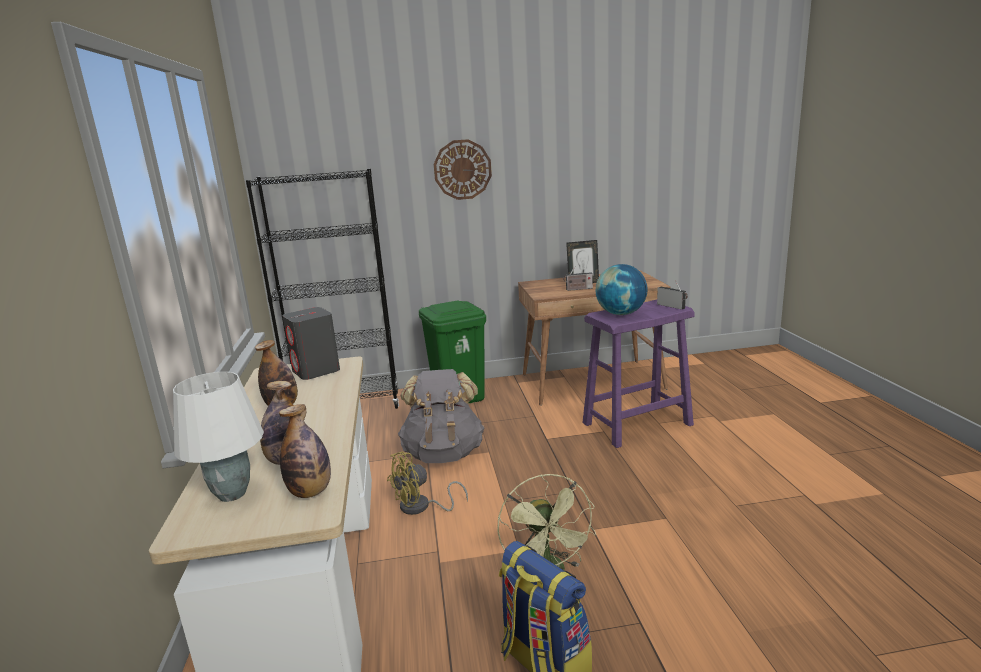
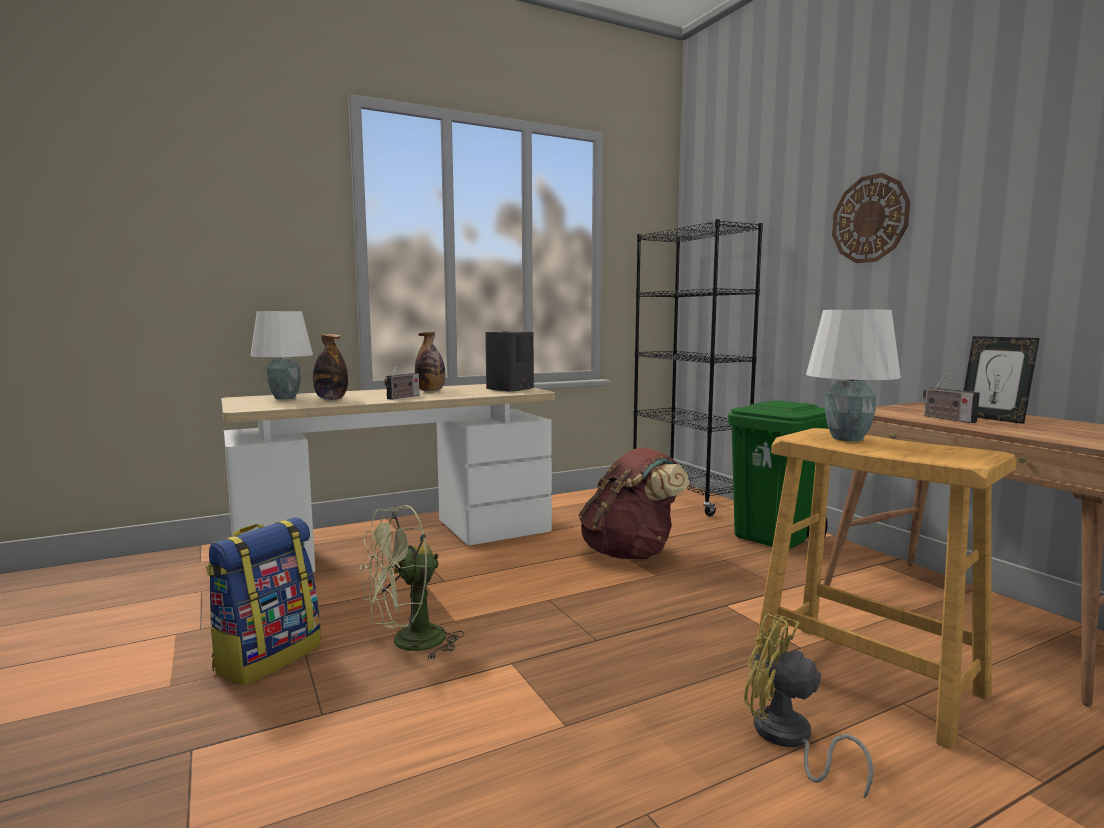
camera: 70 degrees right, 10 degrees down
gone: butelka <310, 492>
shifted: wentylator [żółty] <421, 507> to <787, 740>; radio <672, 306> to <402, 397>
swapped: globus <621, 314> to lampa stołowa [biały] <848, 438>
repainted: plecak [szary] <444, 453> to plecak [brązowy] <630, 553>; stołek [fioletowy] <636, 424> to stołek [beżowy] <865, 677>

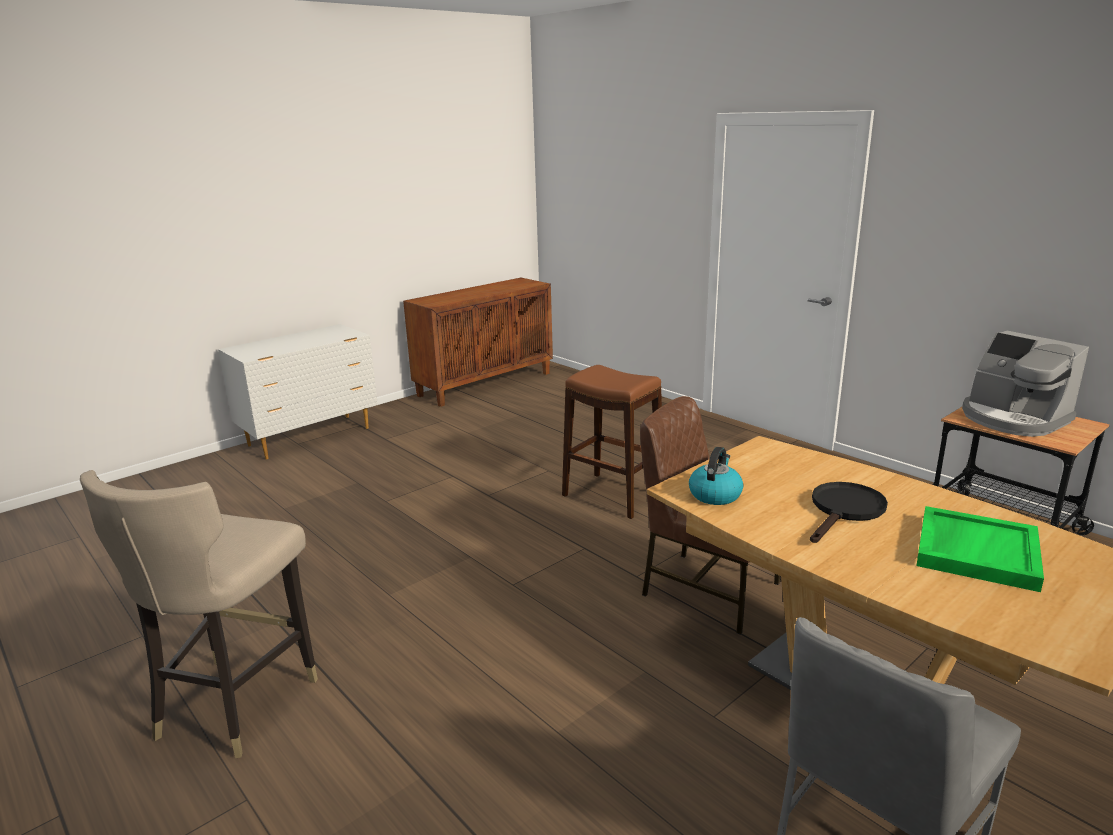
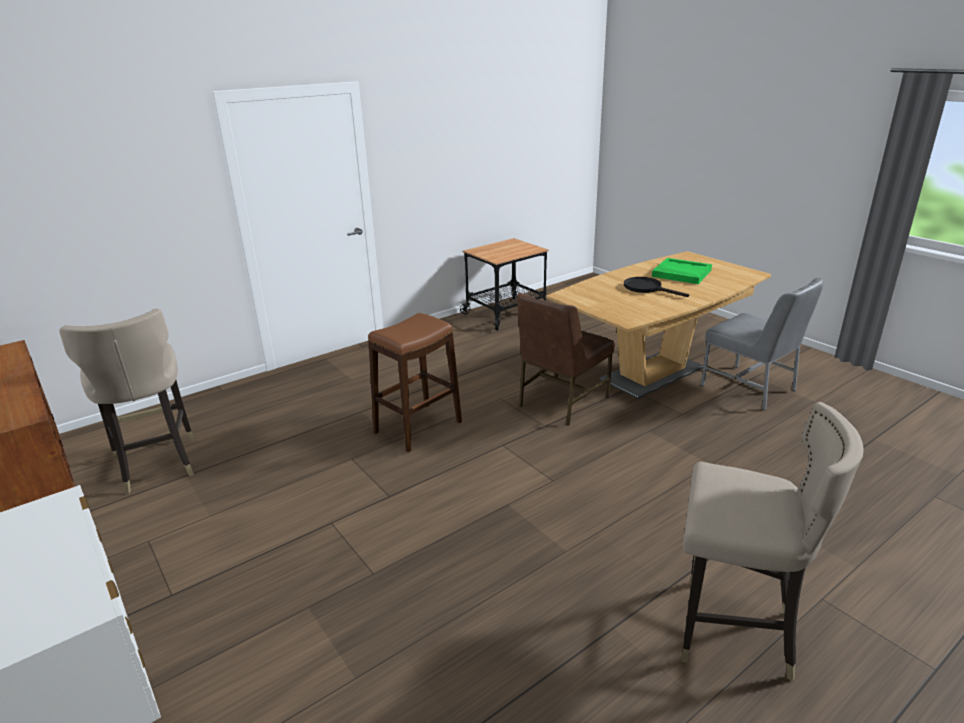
camera: 85 degrees left, 5 degrees up
gone: czajnik <715, 494>; ekspres do kawy <1012, 419>
new: stołek [beżowy] <157, 465>

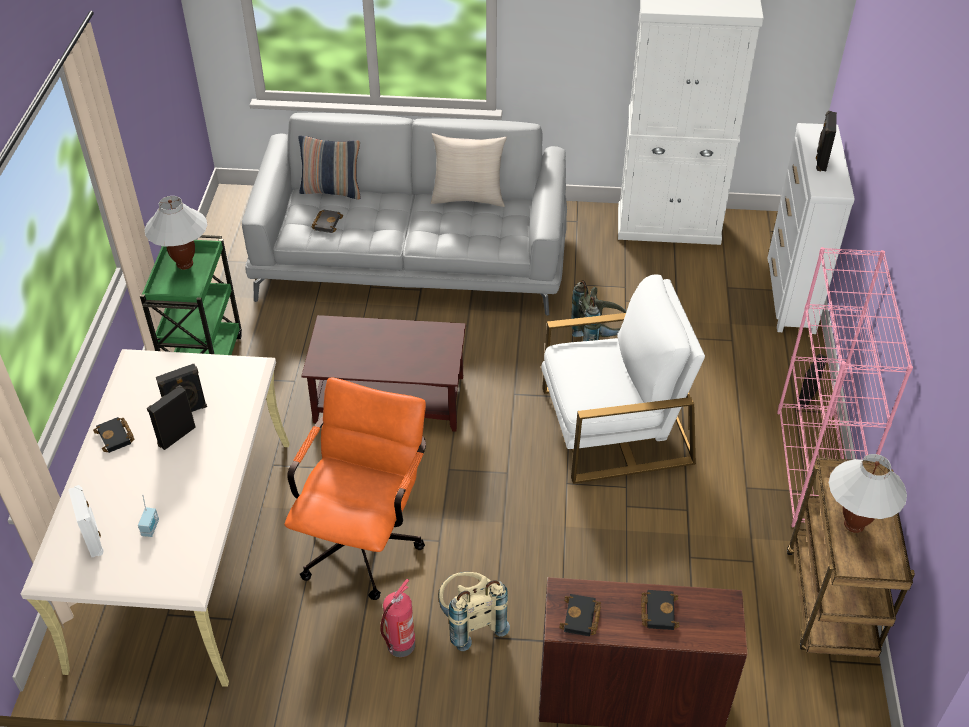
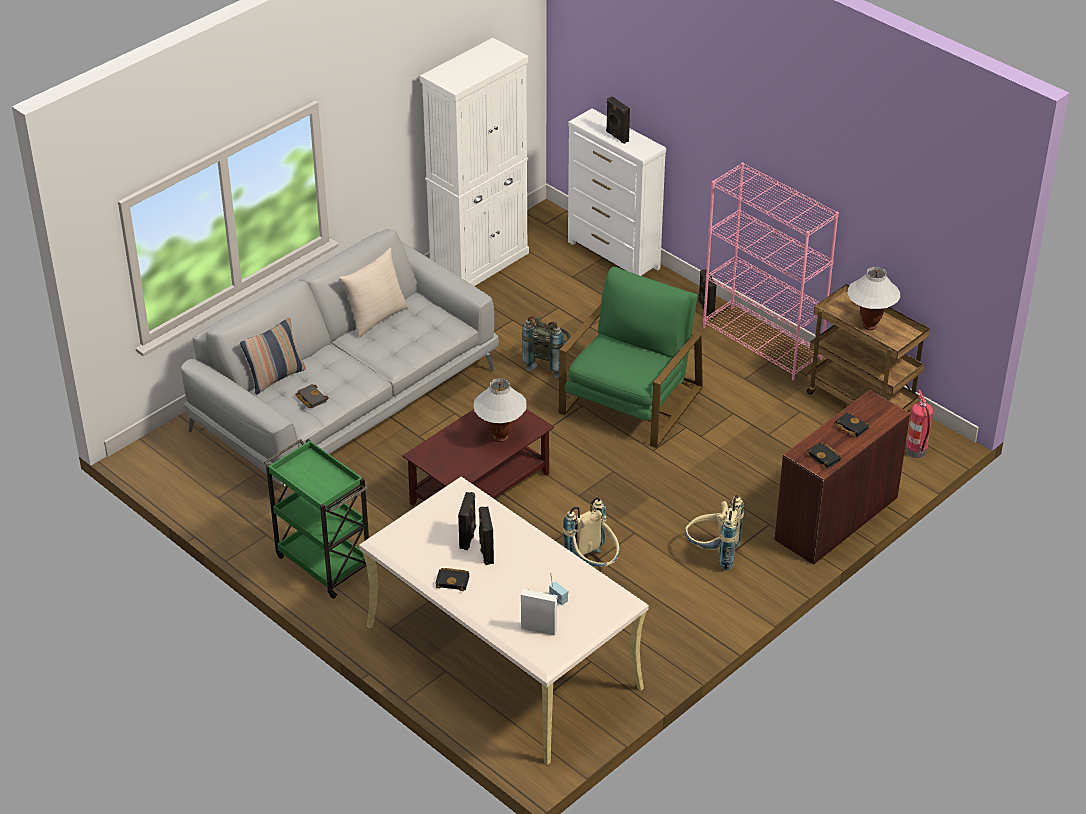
camera: 50 degrees left, 5 degrees down
shifted: lampa stołowa [biały] <185, 264> to <500, 437>; gaśnica <400, 646> to <916, 451>
swapped: krzesło biurowe [pomarańczowy] <364, 539> to plecak [beżowy] <593, 566>
repainted: fotel [biały] <615, 426> to fotel [zielony] <631, 401>

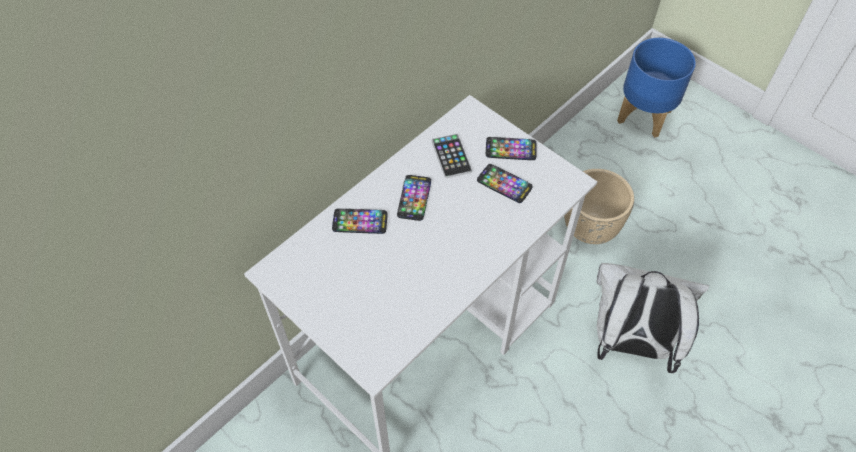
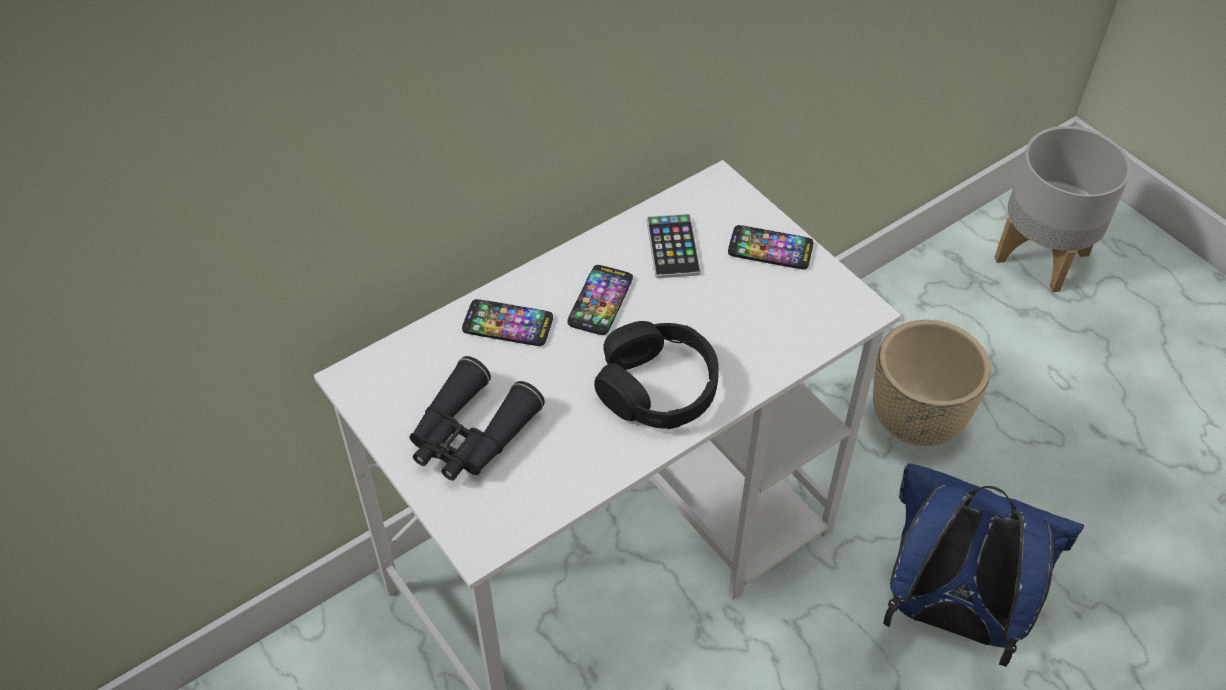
camera: 10 degrees right, 5 degrees down
gone: telefon <504, 184>
new: lornetka [czarny] <470, 435>; słuchawki [czarny] <657, 387>
repainted: plecak [biały] <628, 343> to plecak [niebieski] <947, 615>; donica [niebieski] <644, 116> to donica [szary] <1041, 255>

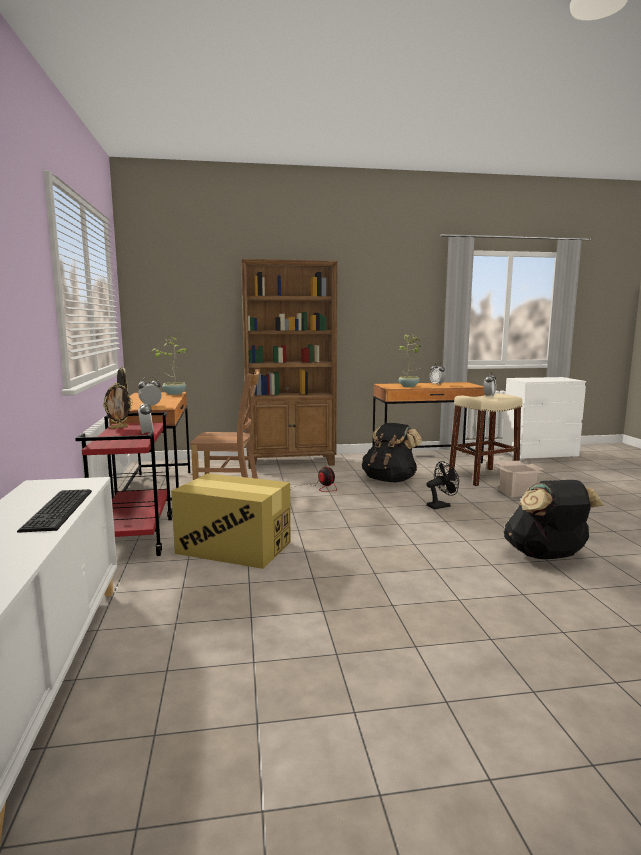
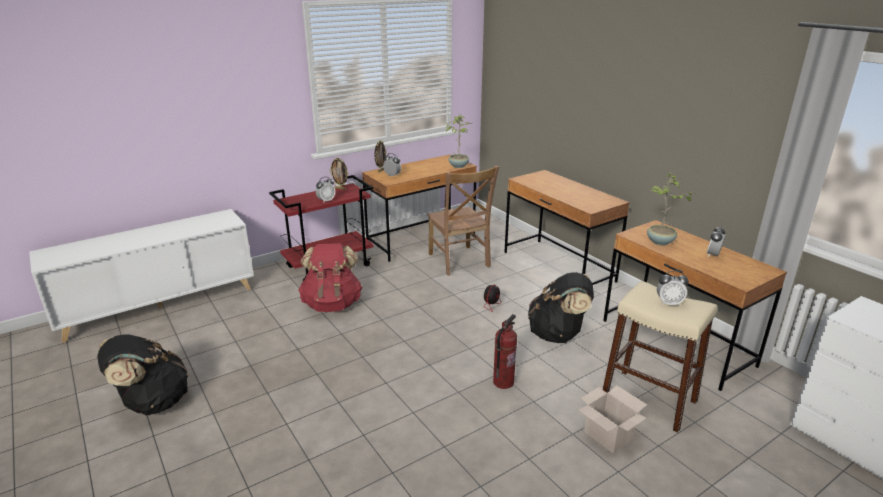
camera: 65 degrees right, 15 degrees up
gone: klawiatura <61, 509>
shifted: plecak [czarny] <546, 556> to <152, 402>
swapped: karton <233, 547> to plecak [czerwony] <332, 304>; regał [brązowy] <291, 462> to biurko [brązowy] <558, 267>; wentylator [czarny] <441, 506> to gaśnica <503, 382>

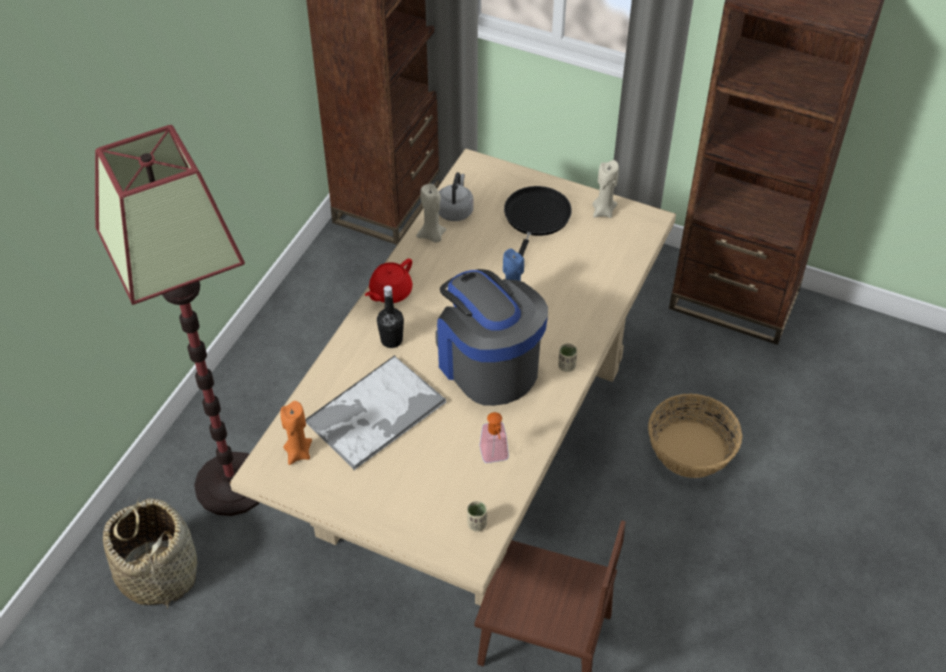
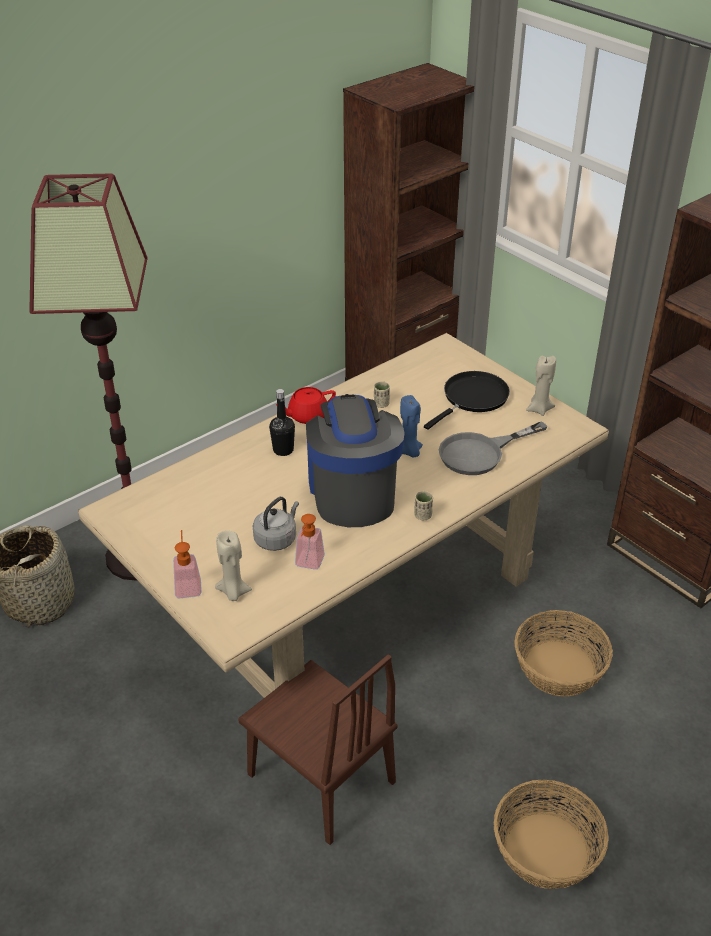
camera: 25 degrees right, 10 degrees down
gone: świeca [pomarańczowy] <298, 453>; taca <374, 413>
new: dozownik mydła <188, 585>; patelnia [szary] <480, 453>; koszyk <545, 851>
shifted: świeca [beżowy] <432, 236> to <233, 592>; czajnik [szary] <455, 210> to <277, 539>; filiżanka [beżowy] <477, 524> to <381, 404>

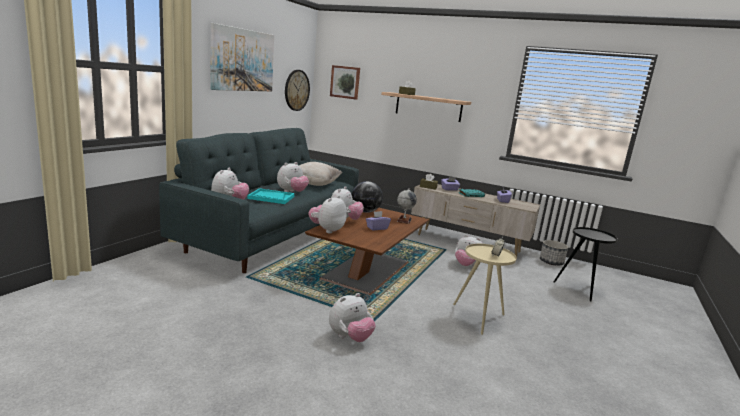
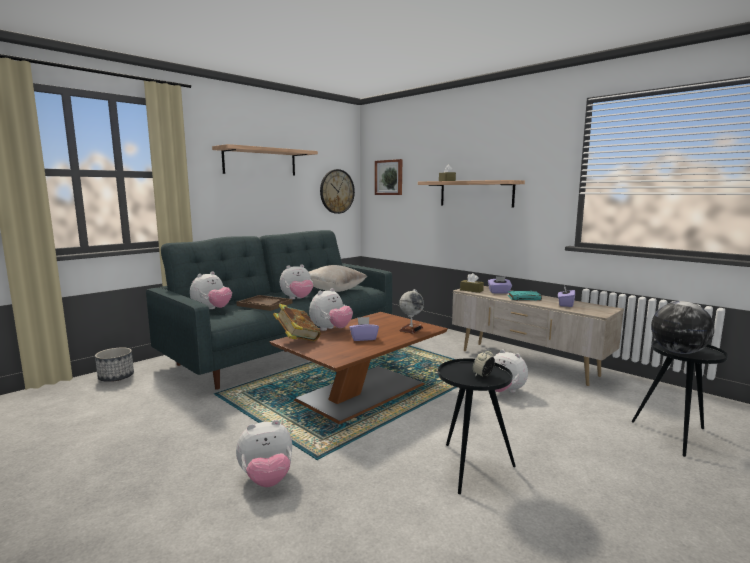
camera: 20 degrees right, 5 degrees down
shifted: globus <365, 211> to <678, 352>; donica <551, 262> to <116, 377>
swapped: obraz <243, 60> to półka <260, 162>; pluszak <327, 230> to książka <297, 340>
repainted: taca [turkusowy] <271, 197> to taca [brązowy] <264, 304>; stolik [beżowy] <478, 318> to stolik [czarny] <470, 468>

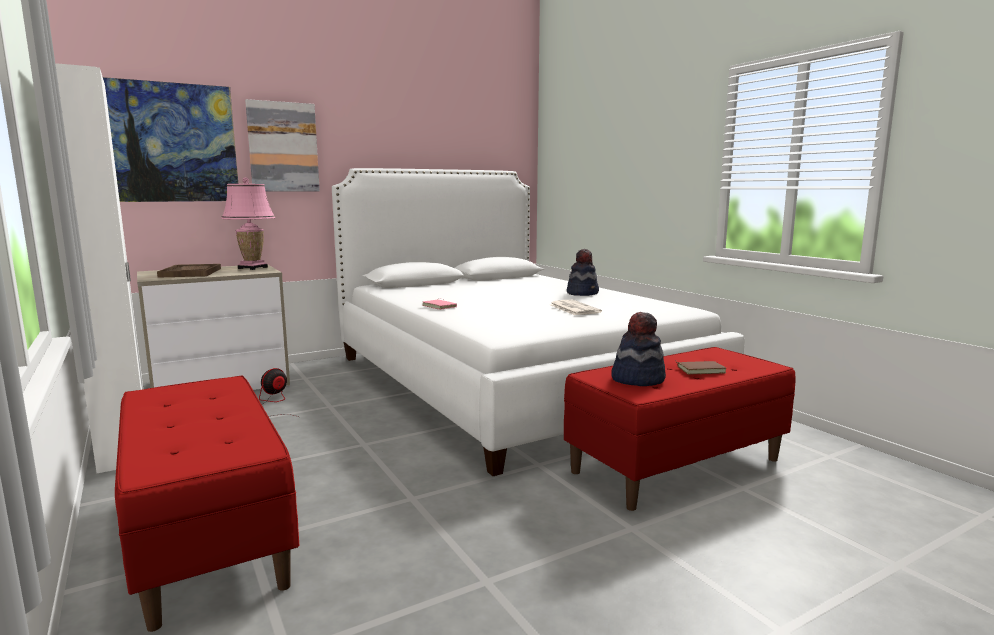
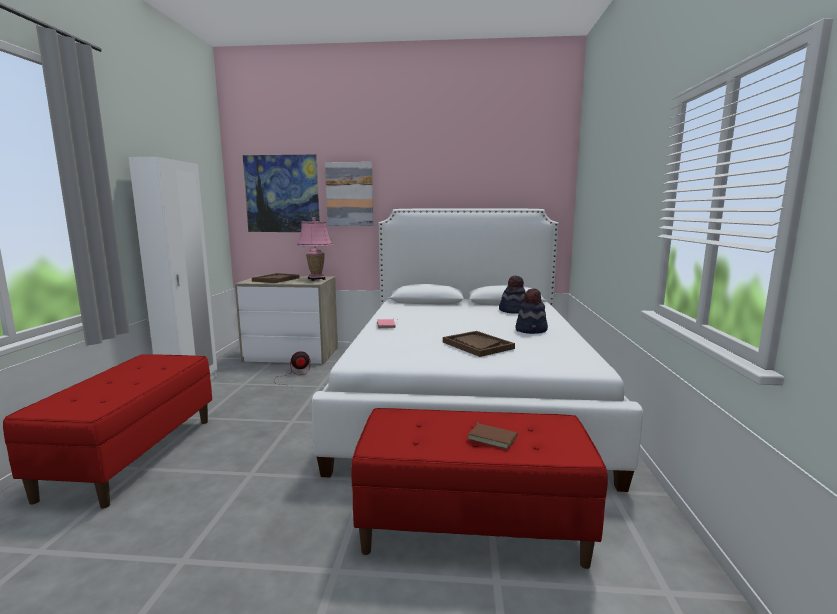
camera: 35 degrees right, 0 degrees up
shifted: kapelusz <637, 379> to <513, 311>
swapped: gazeta <573, 308> to taca [brązowy] <477, 345>

